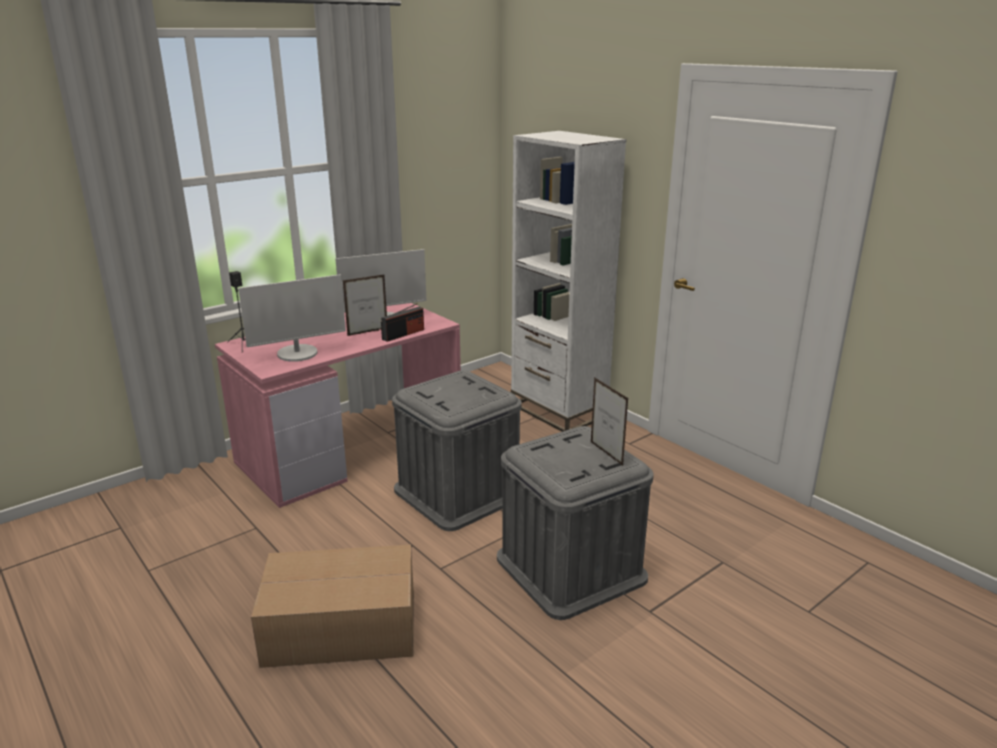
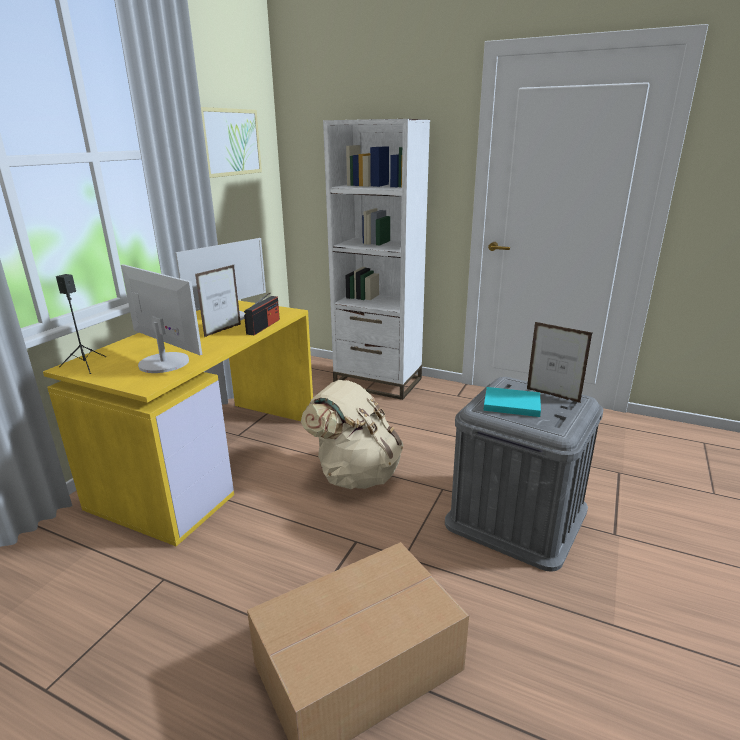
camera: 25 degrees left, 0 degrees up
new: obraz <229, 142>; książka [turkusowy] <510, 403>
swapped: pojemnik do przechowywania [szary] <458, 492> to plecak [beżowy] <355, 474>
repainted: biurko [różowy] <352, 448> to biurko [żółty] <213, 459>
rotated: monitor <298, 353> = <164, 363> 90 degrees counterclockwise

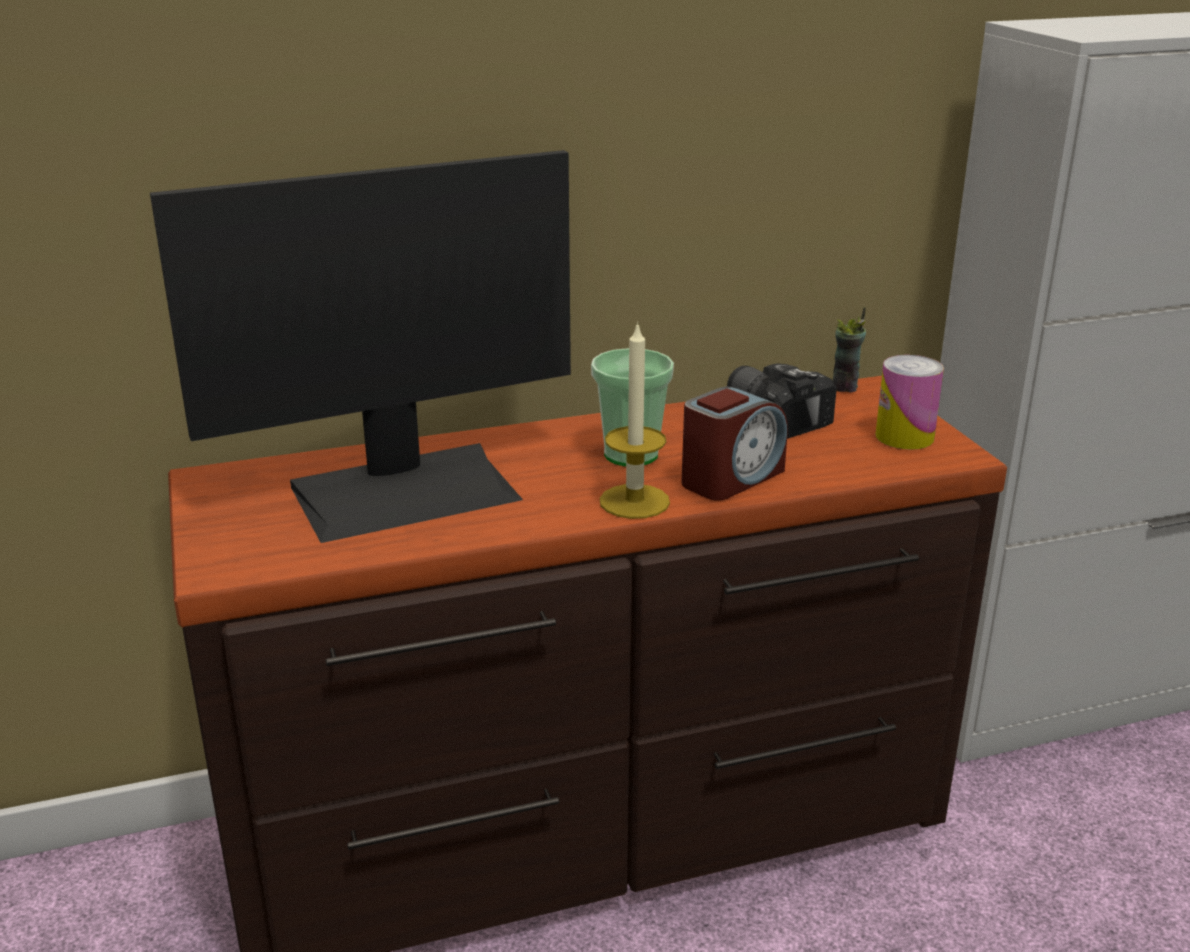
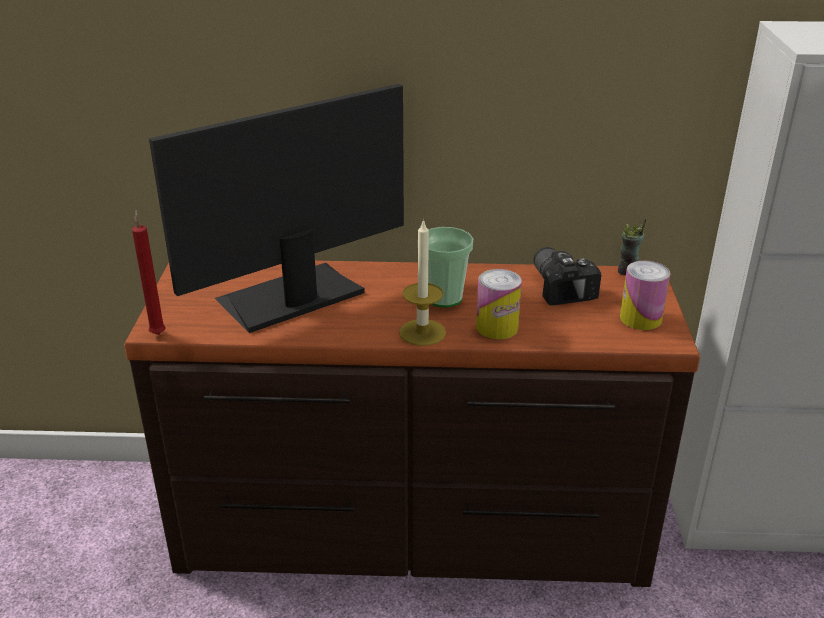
camera: 20 degrees right, 5 degrees up
new: świeca [czerwony] <158, 333>
swapped: budzik <731, 478> to puszka <497, 327>
rotated: monitor <405, 490> = <290, 297> 150 degrees clockwise

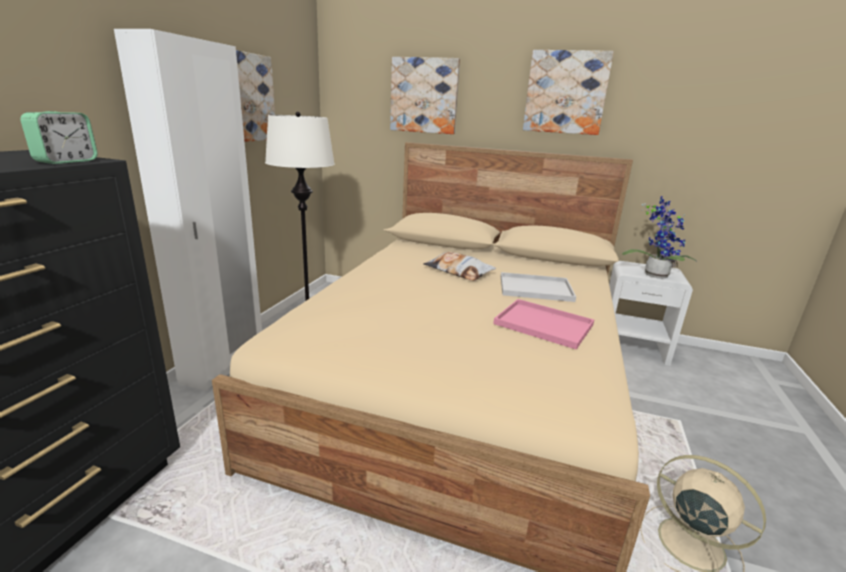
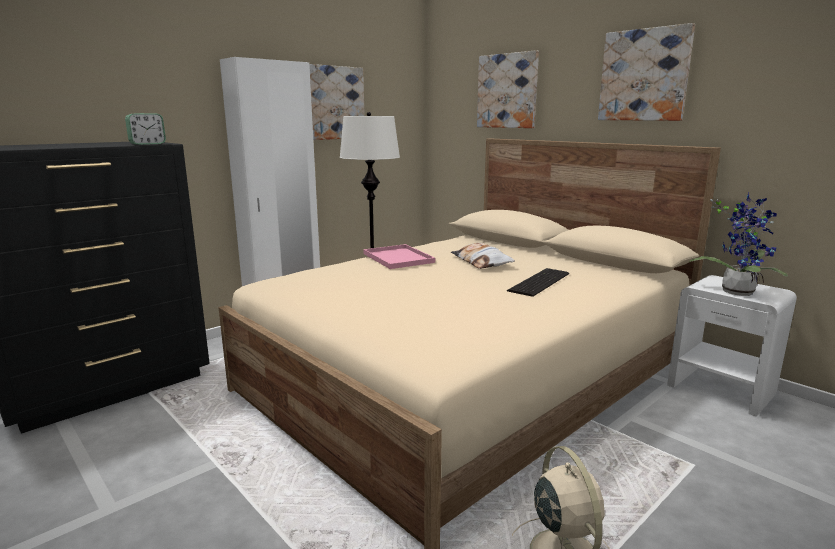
camera: 30 degrees right, 5 degrees down
shifted: taca [różowy] <541, 324> to <397, 258>
swapped: taca [biały] <534, 288> to klawiatura <537, 282>

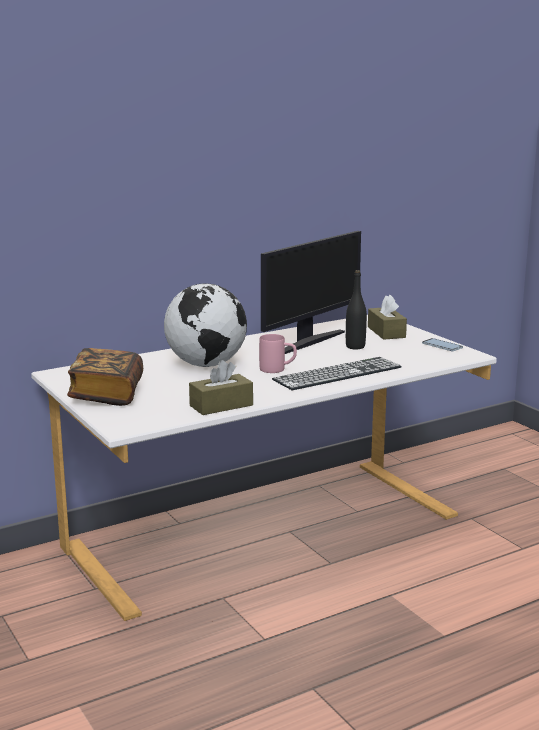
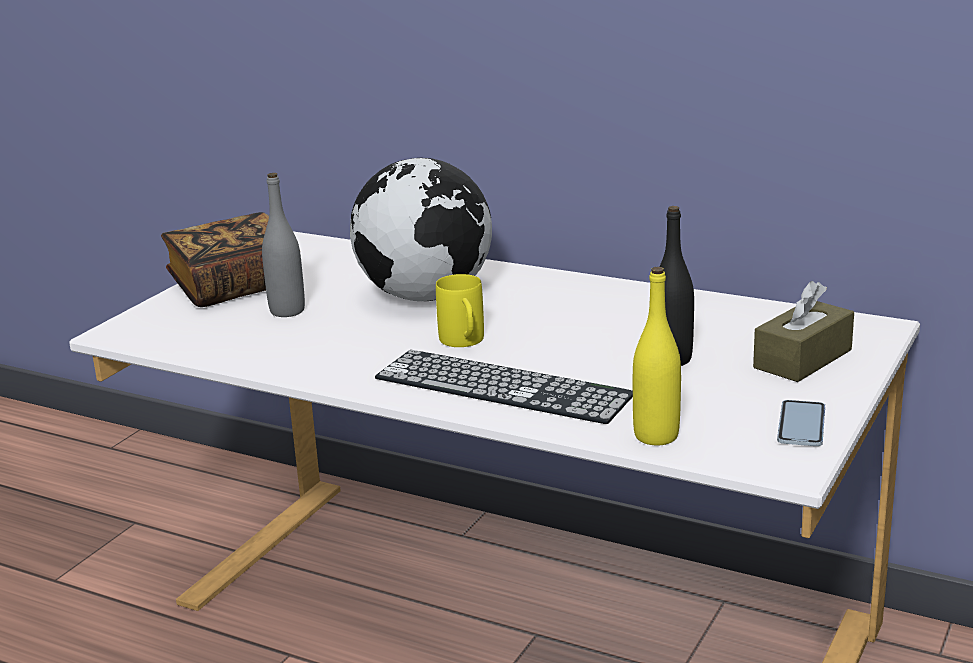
camera: 60 degrees right, 5 degrees up
gone: pudełko chusteczek [brązowy] <221, 405>; monitor <309, 342>
new: butelka [szary] <287, 311>; butelka [żółty] <656, 436>
repainted: kubek [różowy] <278, 370> to kubek [żółty] <464, 343>

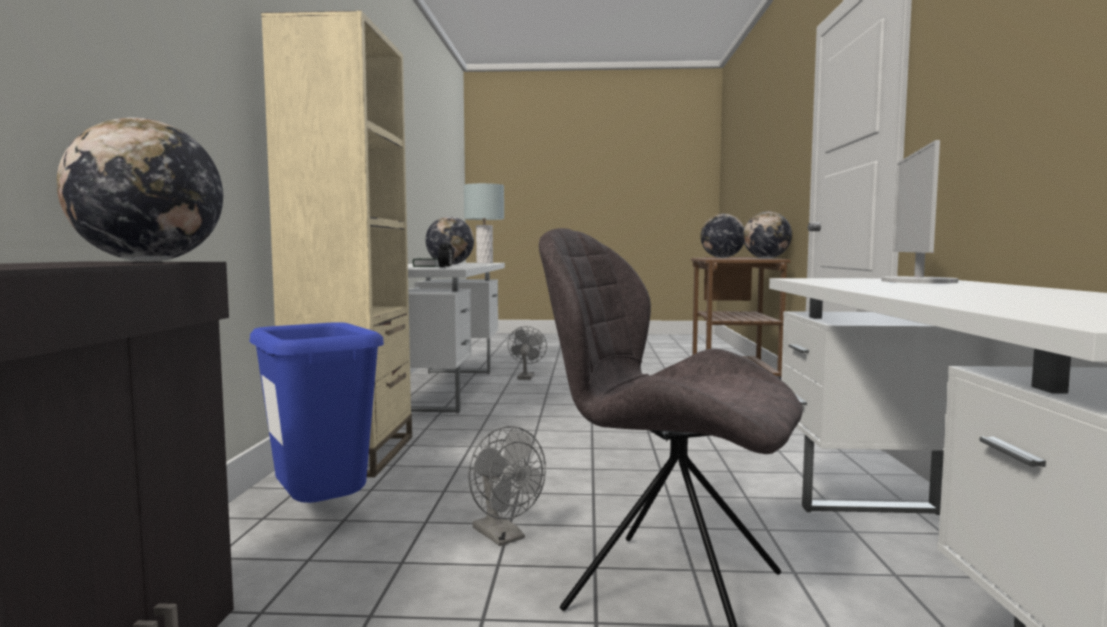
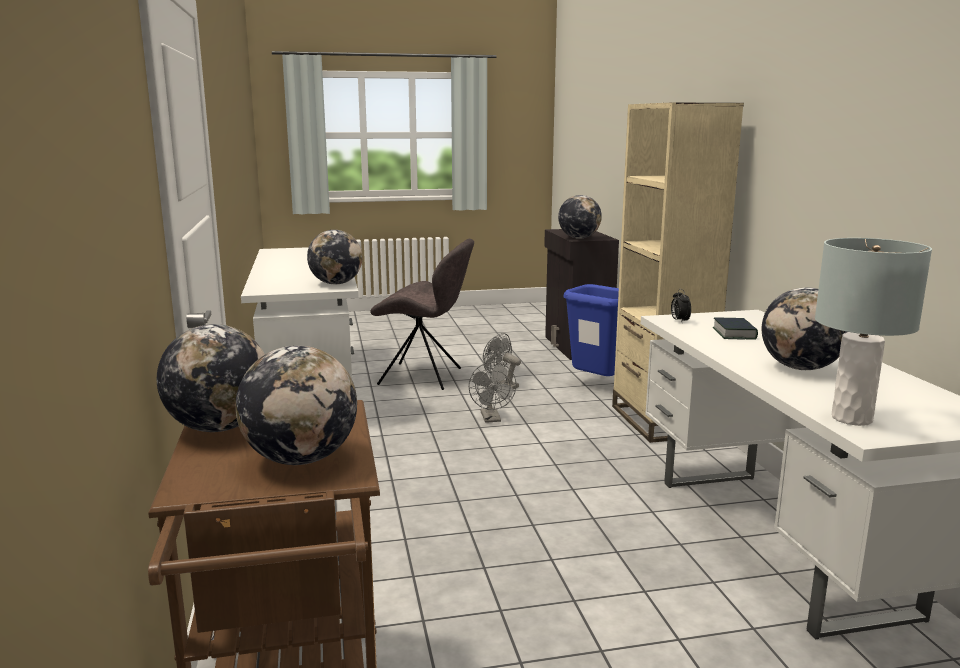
camera: 165 degrees right, 10 degrees up
gone: monitor <917, 281>
new: globus <336, 283>
shifted: wentylator [szary] <526, 377> to <492, 419>

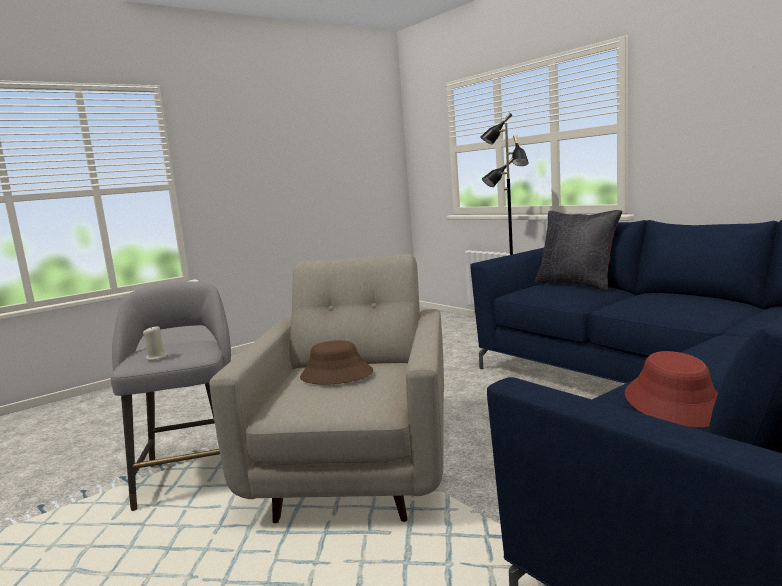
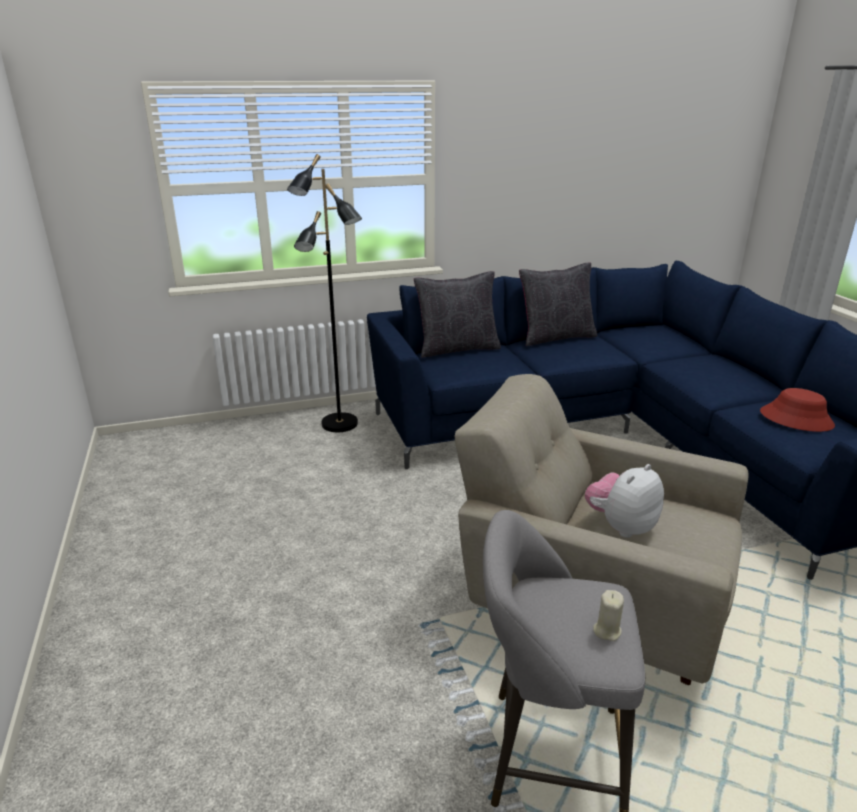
camera: 70 degrees left, 15 degrees up
new: poduszka [czarny] <556, 337>
swapped: kapelusz [brązowy] <336, 375> to pluszak <621, 526>

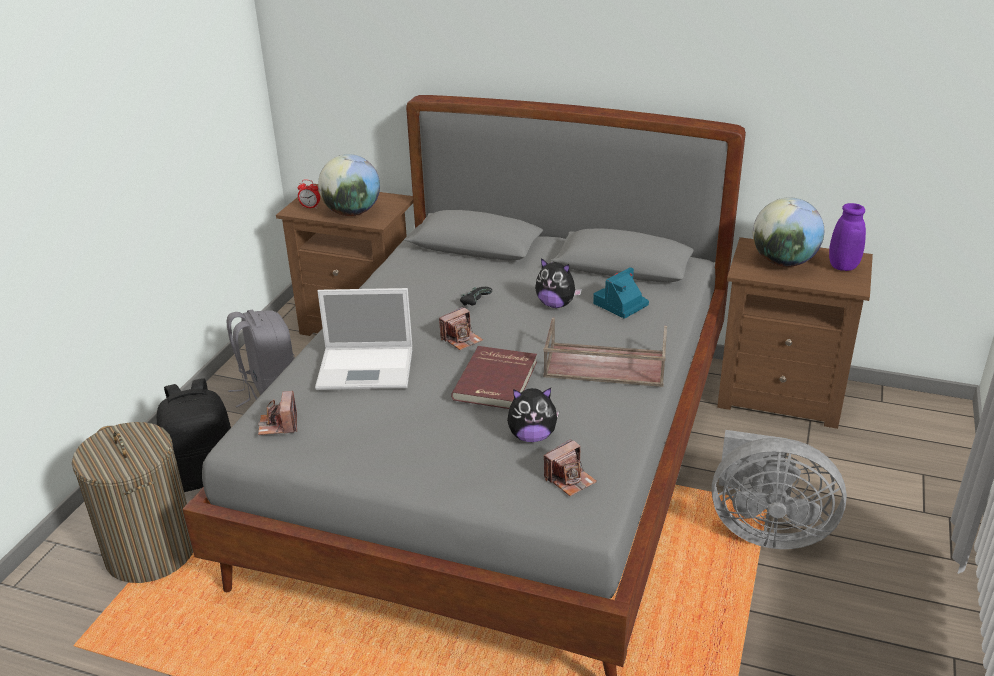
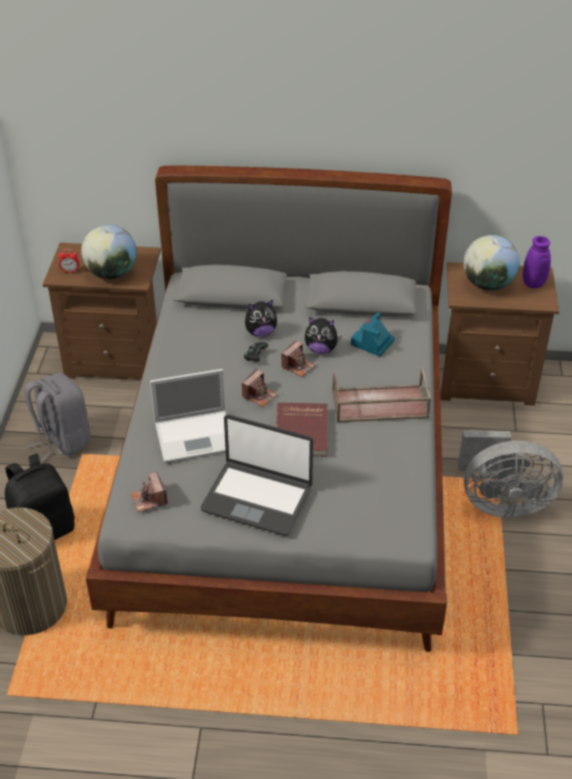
camera: 15 degrees left, 10 degrees up
new: laptop <257, 498>
shifted: pluszak <532, 436> to <260, 332>; aparat fotograficzny <570, 479> to <298, 366>

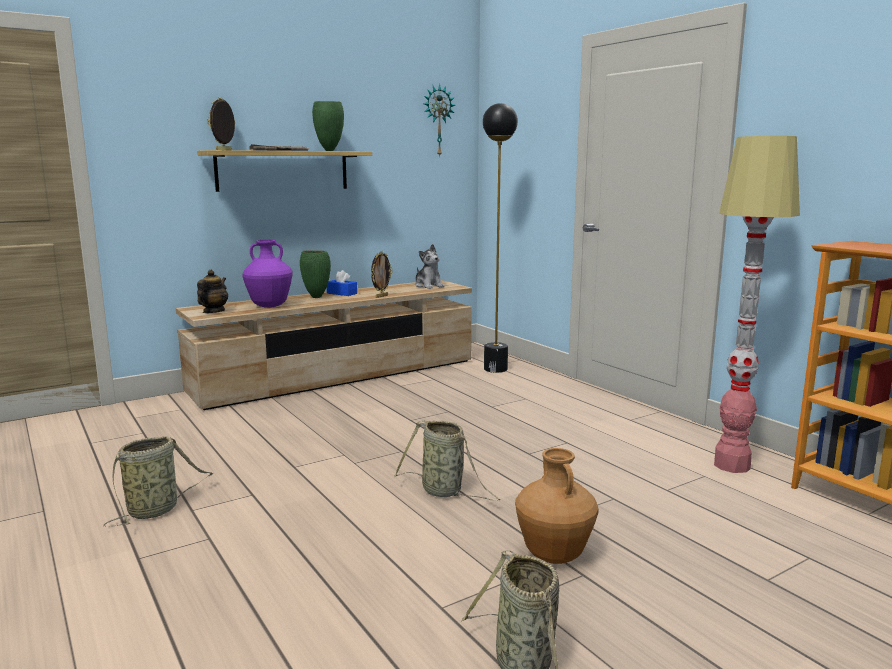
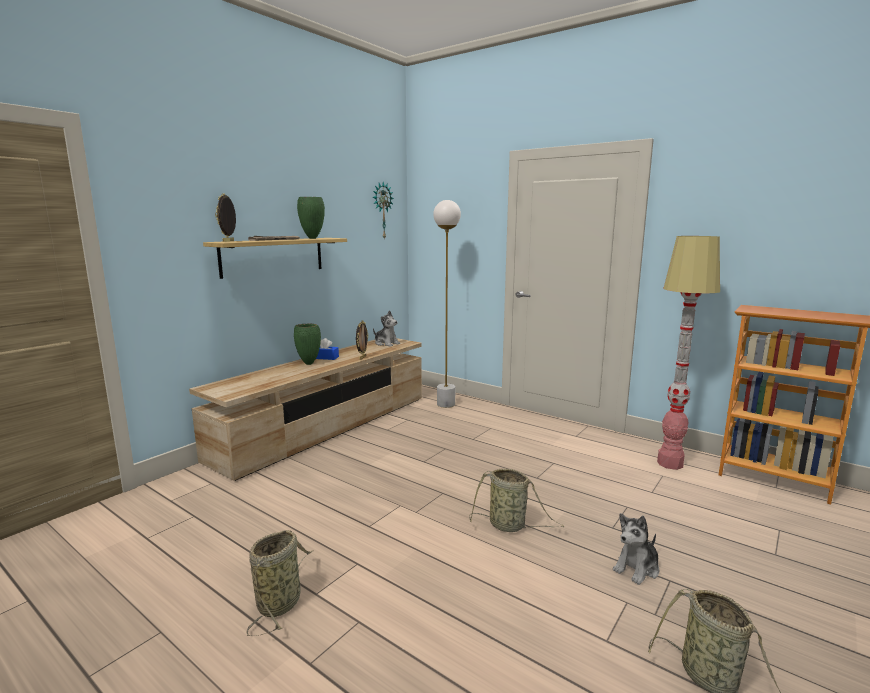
camera: 20 degrees left, 0 degrees up
gone: imbryk <213, 311>; wazon [fioletowy] <270, 306>
swapped: wazon [brązowy] <554, 556> to pluszak <637, 568>
repainted: lampa stojąca [czarny] <495, 369> to lampa stojąca [biały] <445, 404>

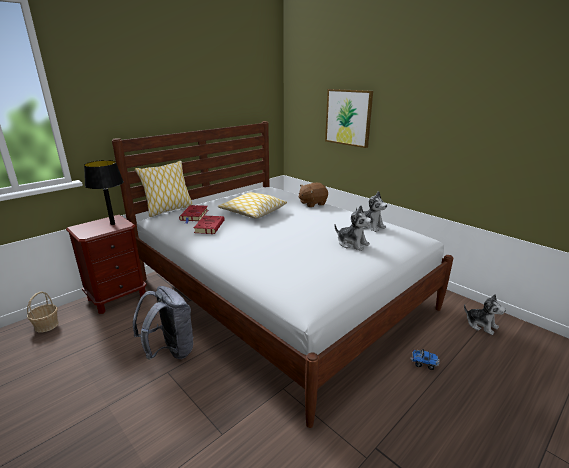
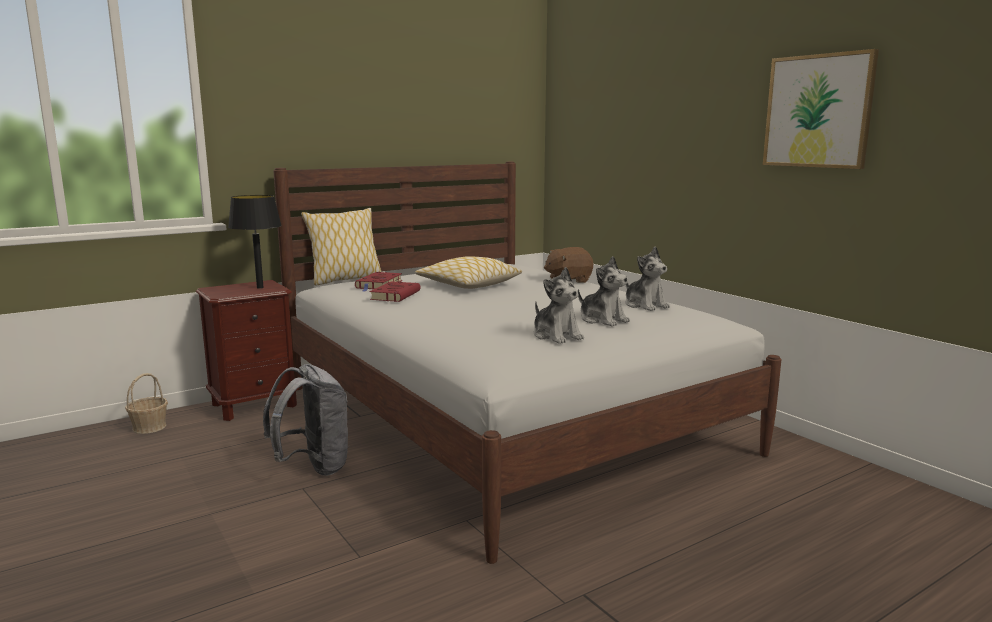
camera: 10 degrees right, 10 degrees down
gone: ciężarówka zabawkowa <423, 363>
shifted: obraz <348, 117> to <818, 111>; pluszak <481, 325> to <556, 336>

